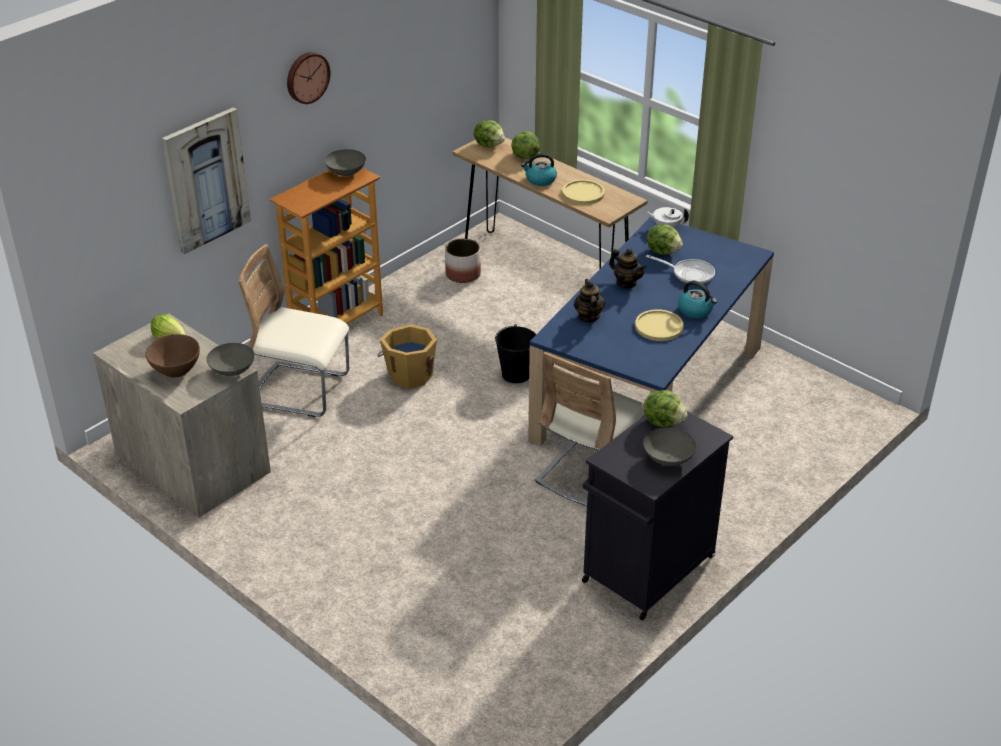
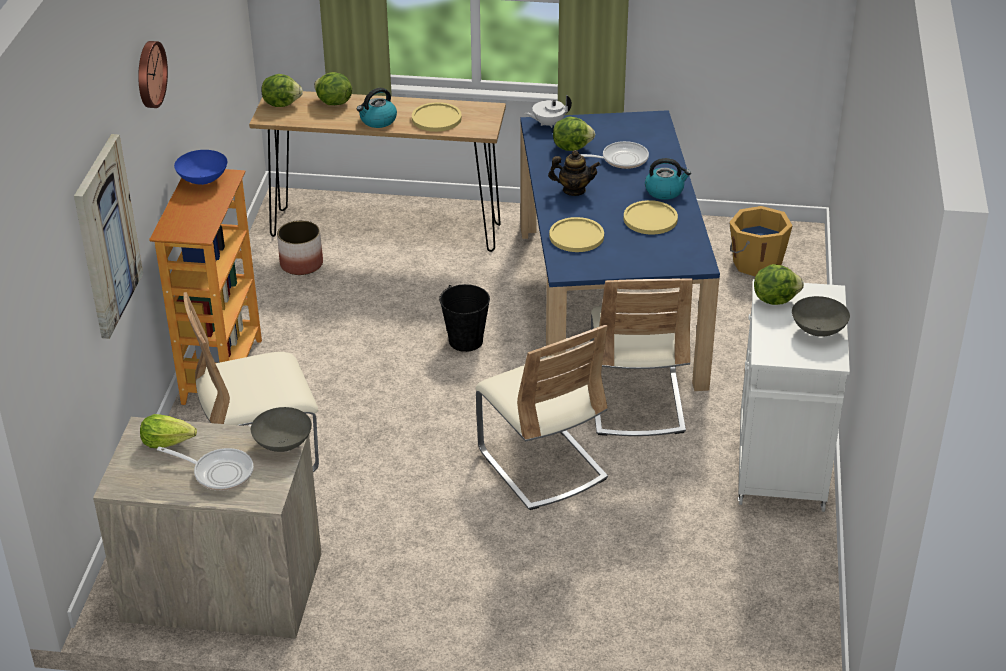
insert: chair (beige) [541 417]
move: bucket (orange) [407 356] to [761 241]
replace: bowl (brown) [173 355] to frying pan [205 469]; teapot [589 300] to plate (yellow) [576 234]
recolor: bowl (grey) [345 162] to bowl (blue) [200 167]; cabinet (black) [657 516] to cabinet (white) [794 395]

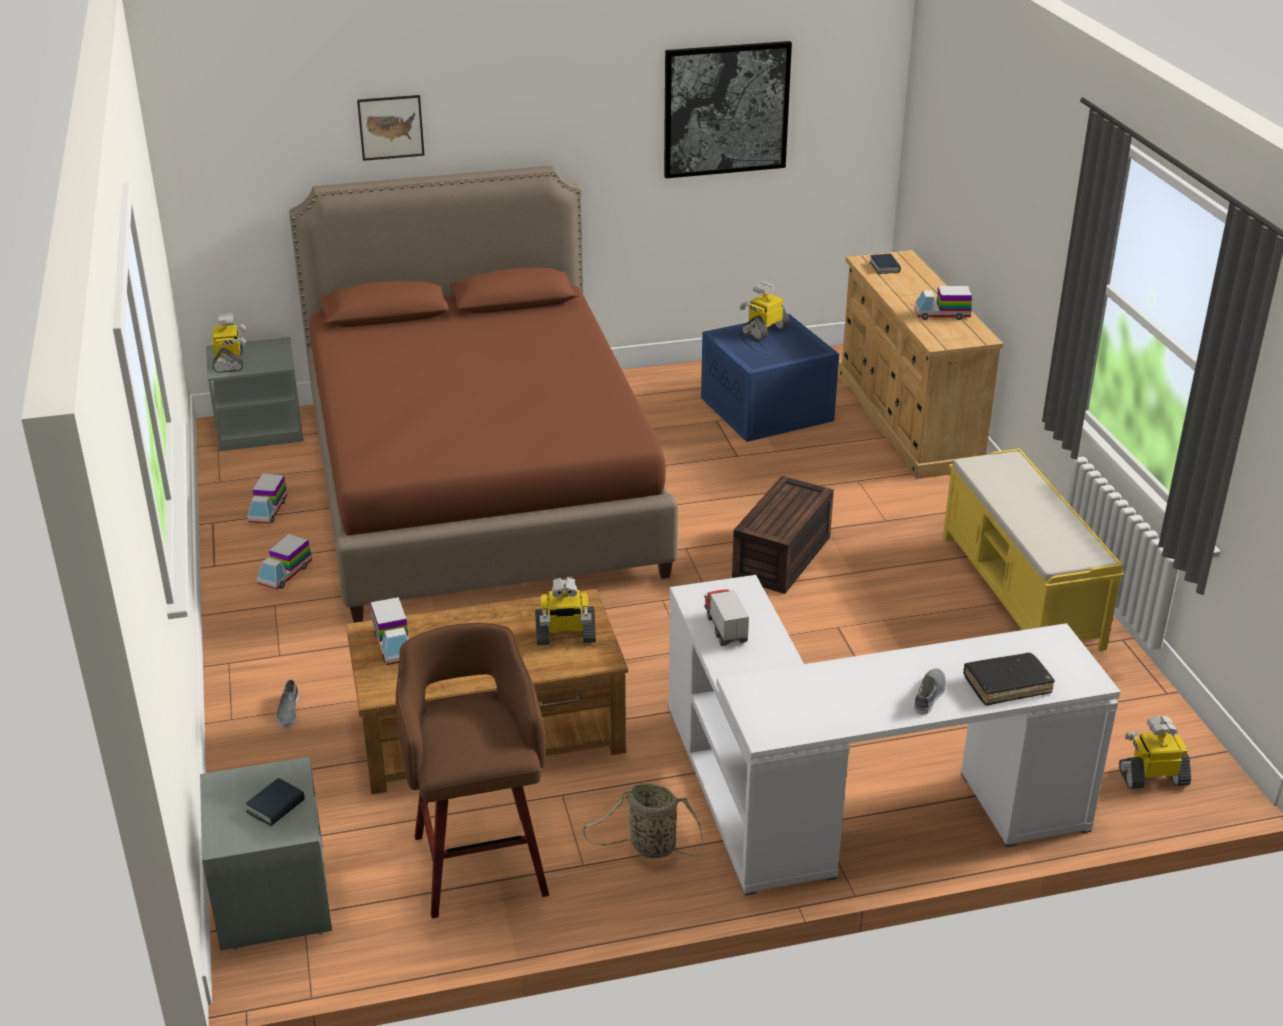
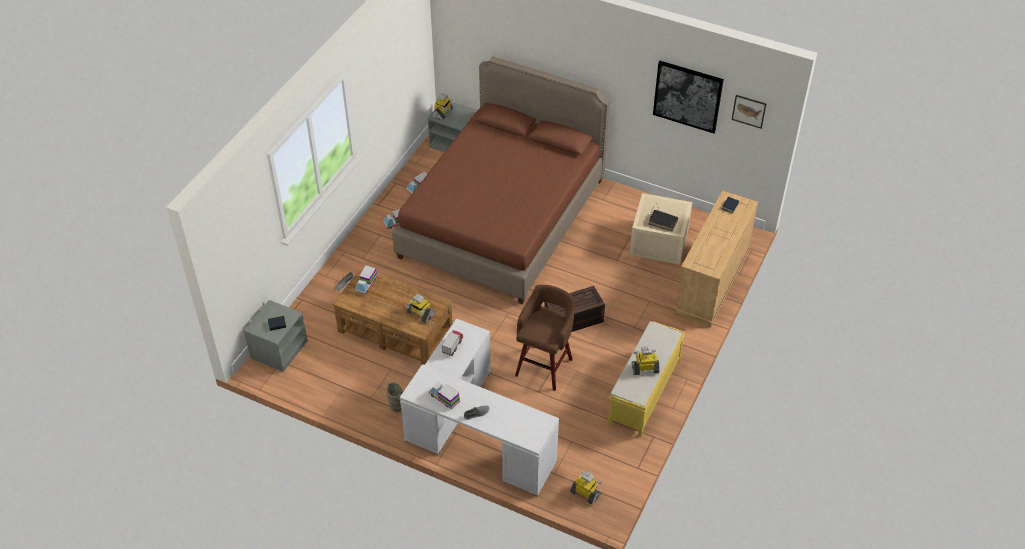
move: toy truck [943 303] to [444 395]; stool (brown) [472 770] to [544 338]; toy robot [765 311] to [645 360]; book (black) [1009 679] to [663 220]; picture [391 128] to [749 112]
recolor: storage box (blue) [770 378] to storage box (beige) [661 229]

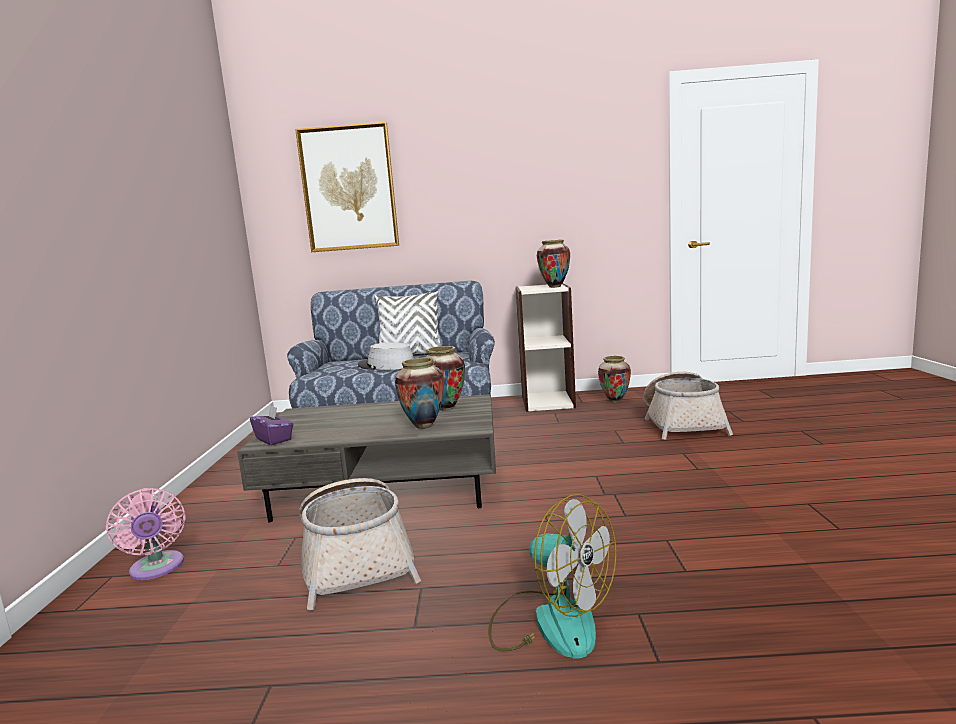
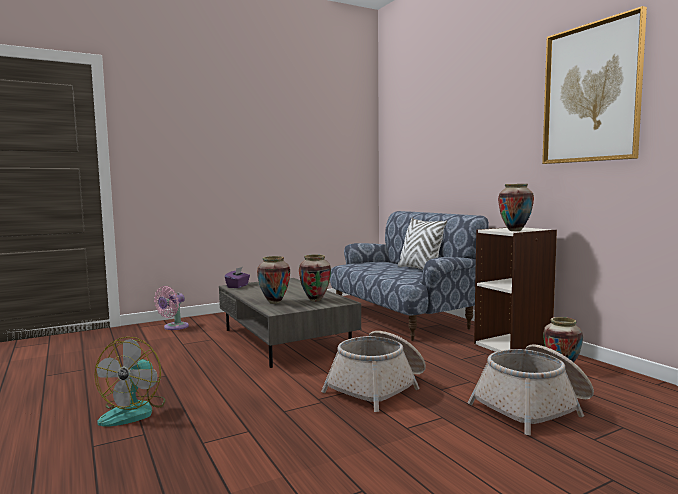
delete: hat (grey) [386 356]
move: basket [360 544] to [373 371]; picture [347 187] to [594 85]

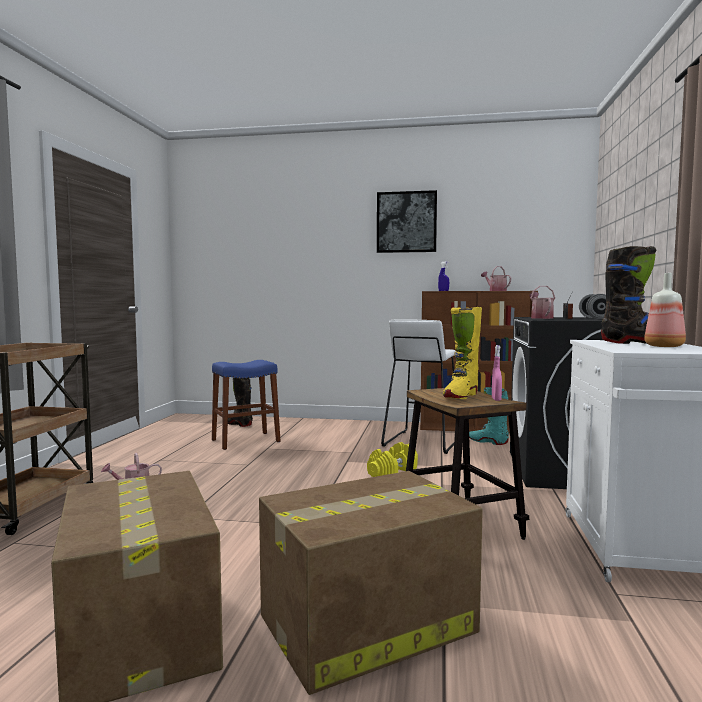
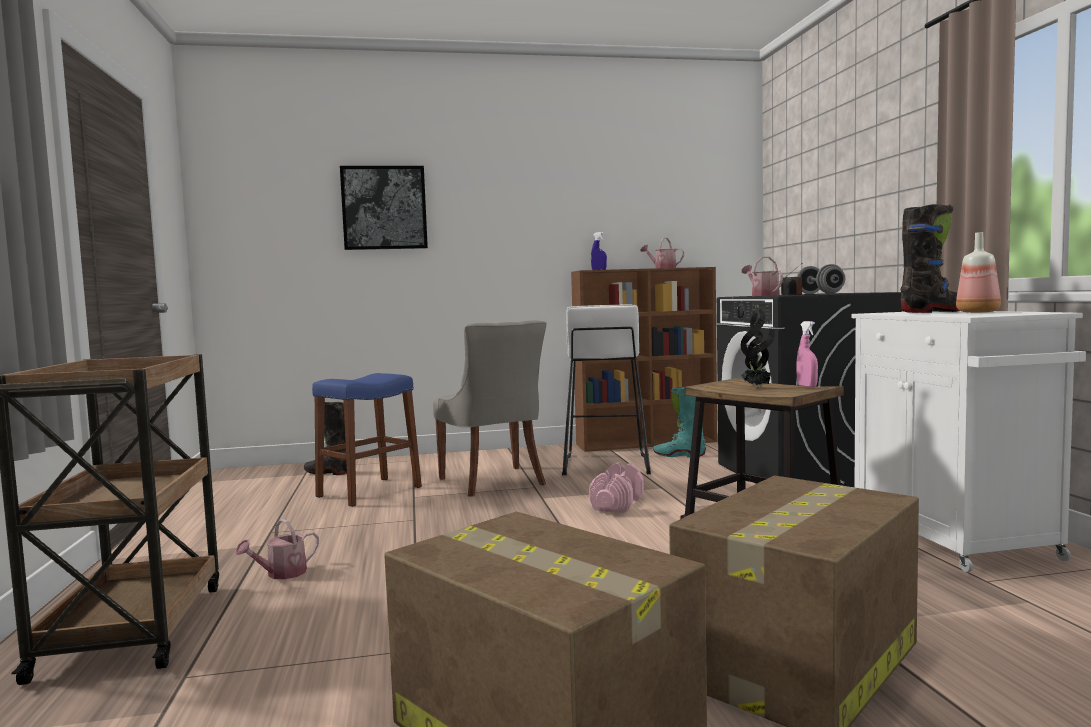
insert: chair (grey) [489 408]
move: picture [407 221] to [384 208]
replace: boot (yellow) [462 353] to potted plant [758 348]
recolor: dumbbell (yellow) [392 459] to dumbbell (pink) [616 487]

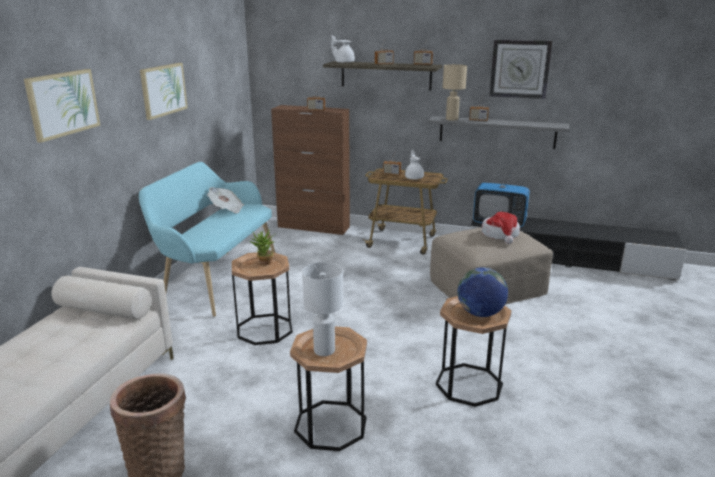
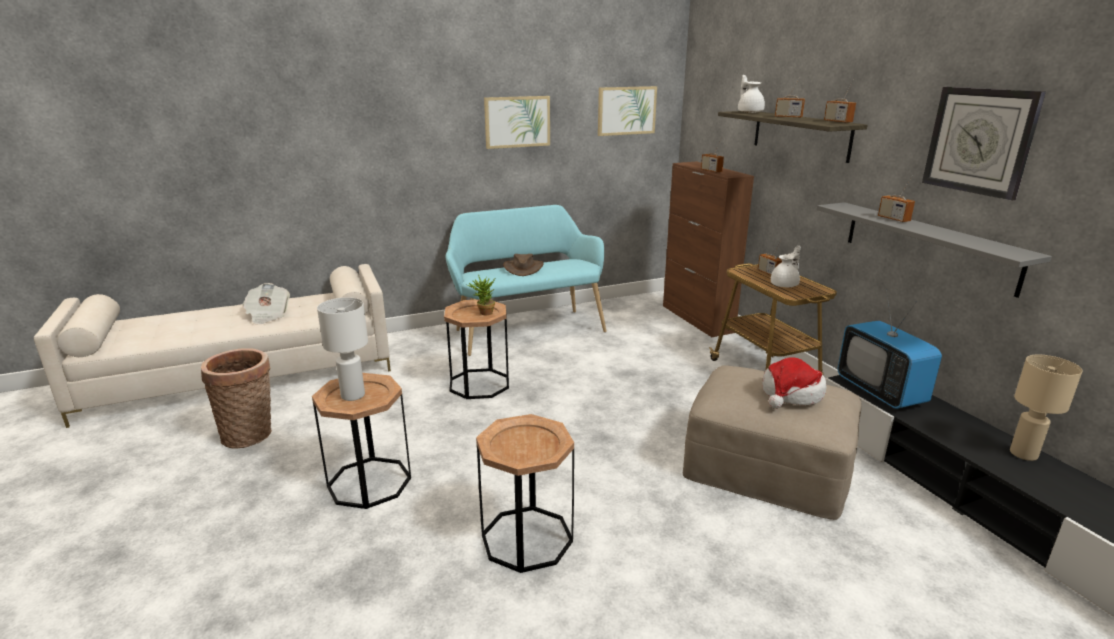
delete: globe [483 292]
insert: hat (brown) [523 265]
move: newspaper [225 200] to [266 304]; picture [62 106] to [627 111]; table lamp (beige) [455 92] to [1046 407]

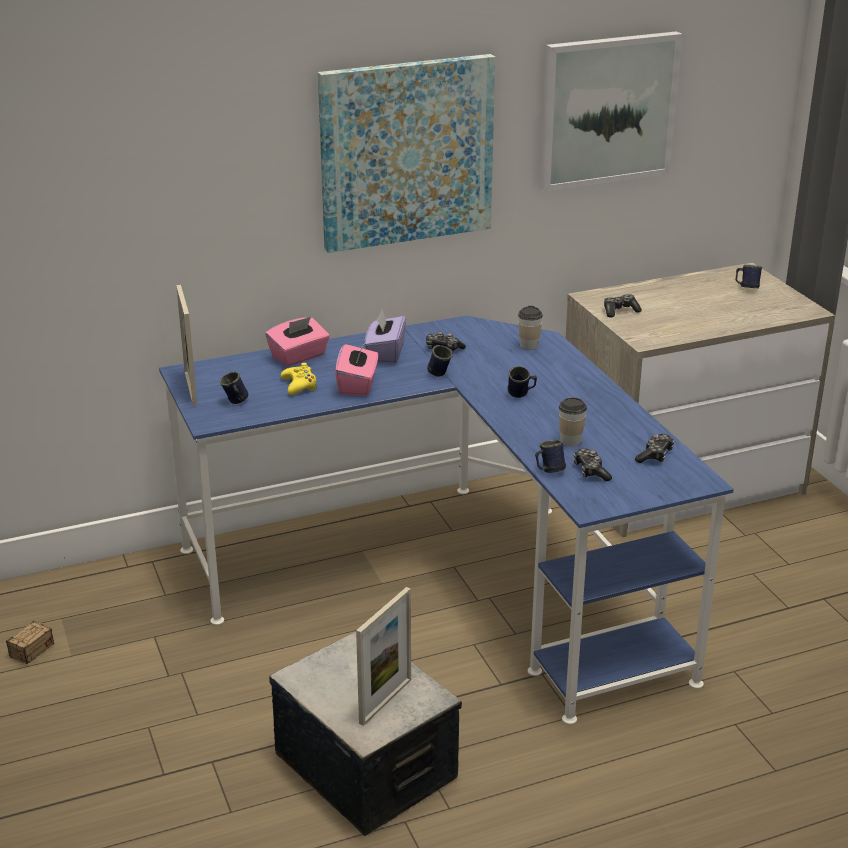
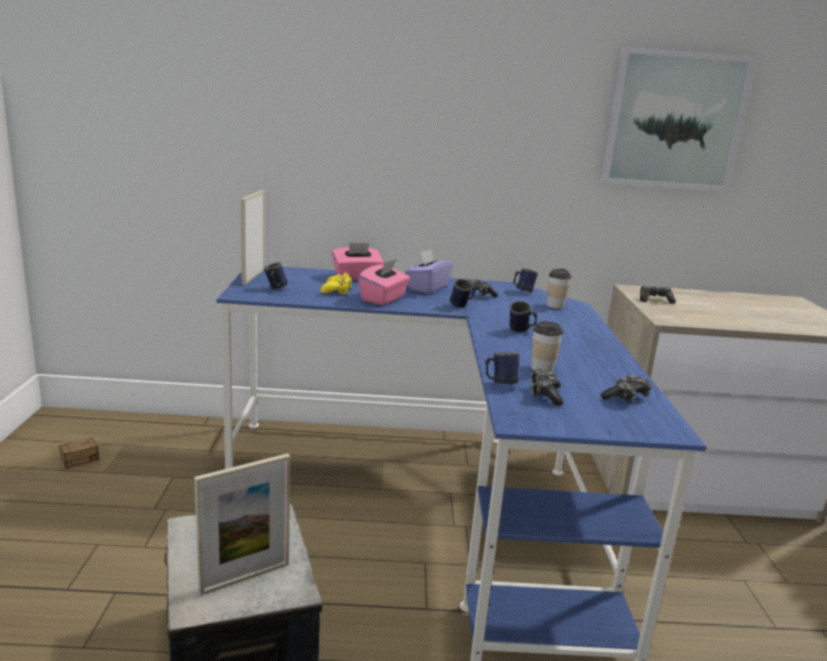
delete: picture [406 153]
move: mug (blue) [748 276] to [525 280]

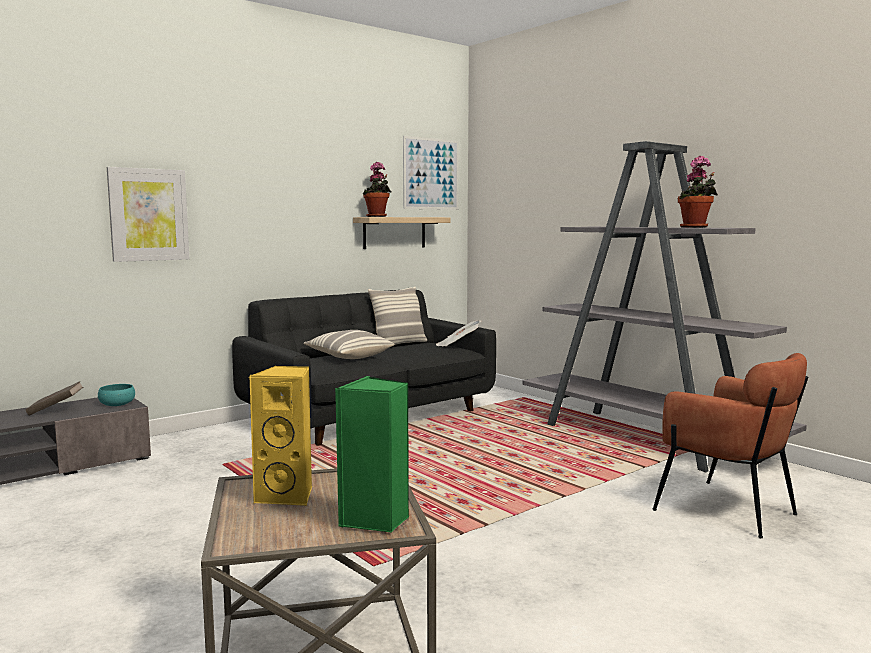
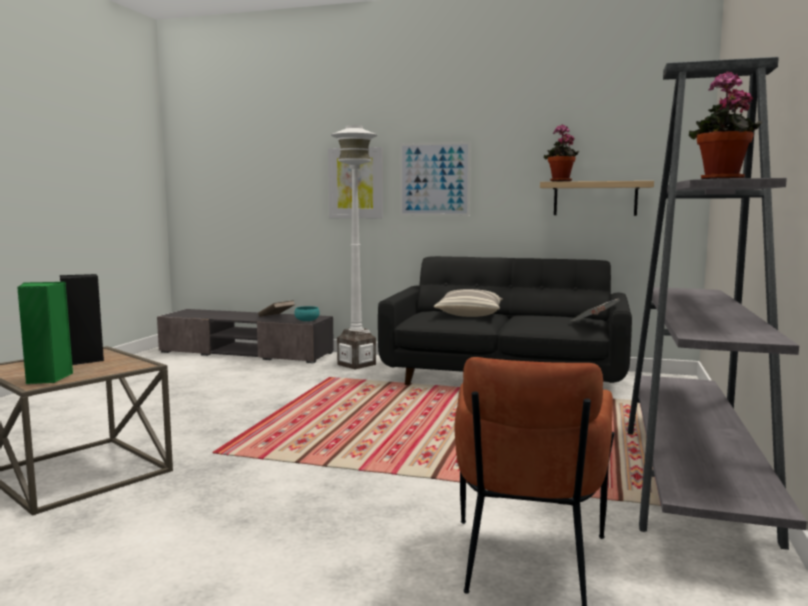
delete: pillow [397 316]
insert: floor lamp (white) [354 247]
move: picture [431 173] to [435 179]
recolor: speaker (yellow) [280 436] to speaker (black) [82 319]

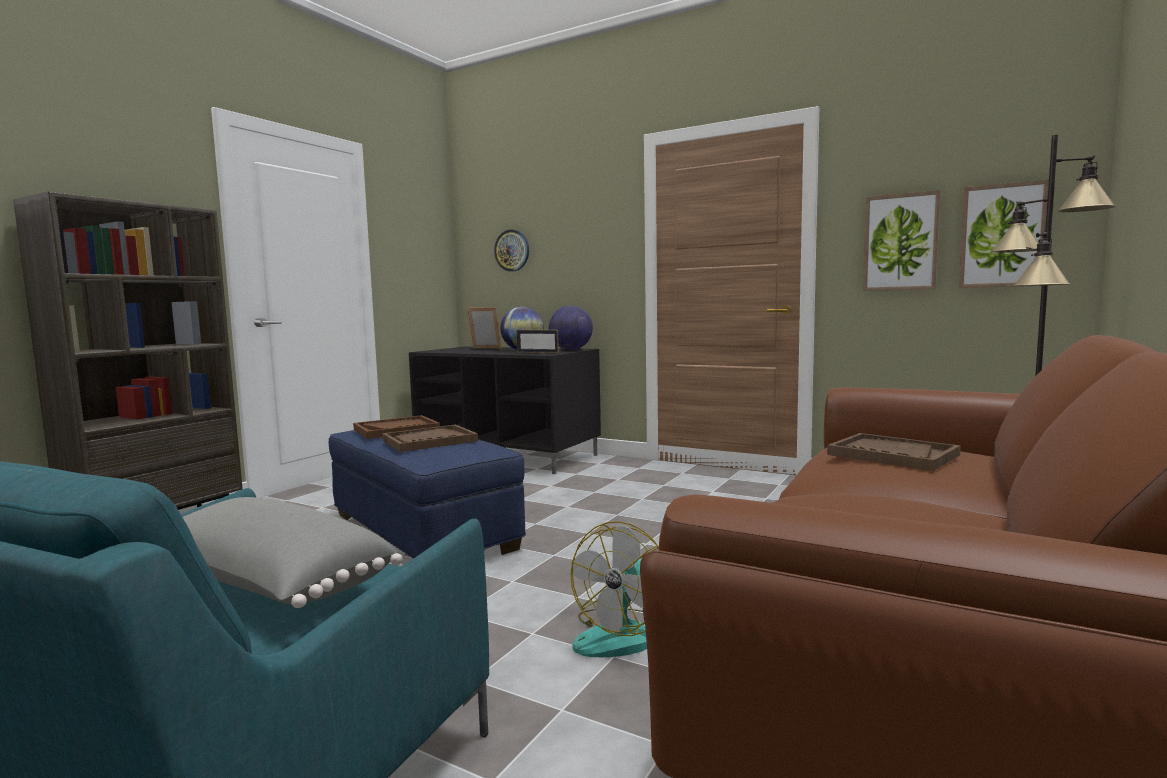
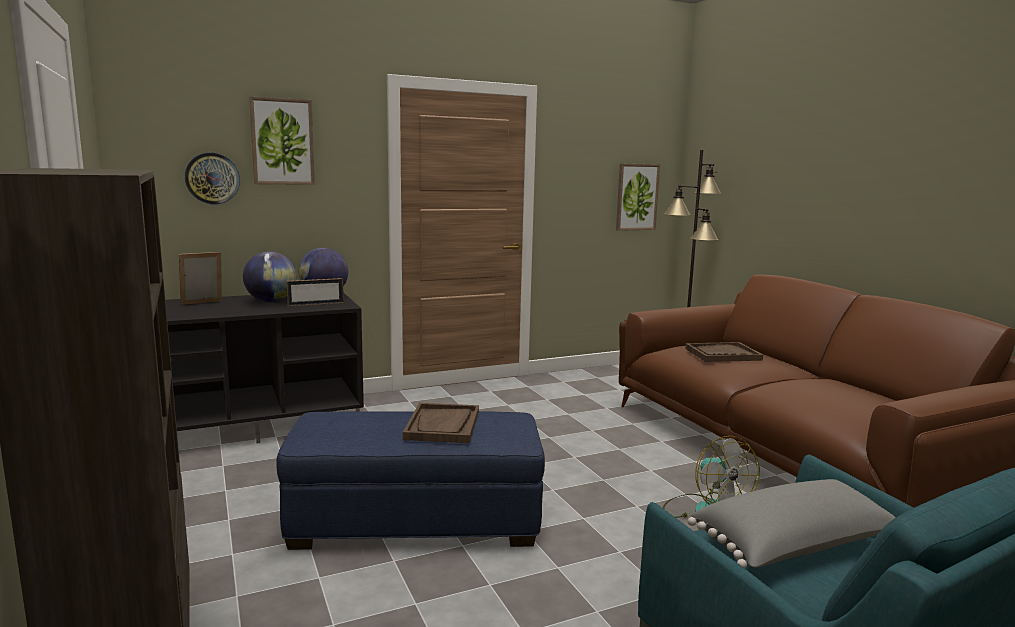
delete: tray (brown) [396 427]
move: picture [901 240] to [282 140]

